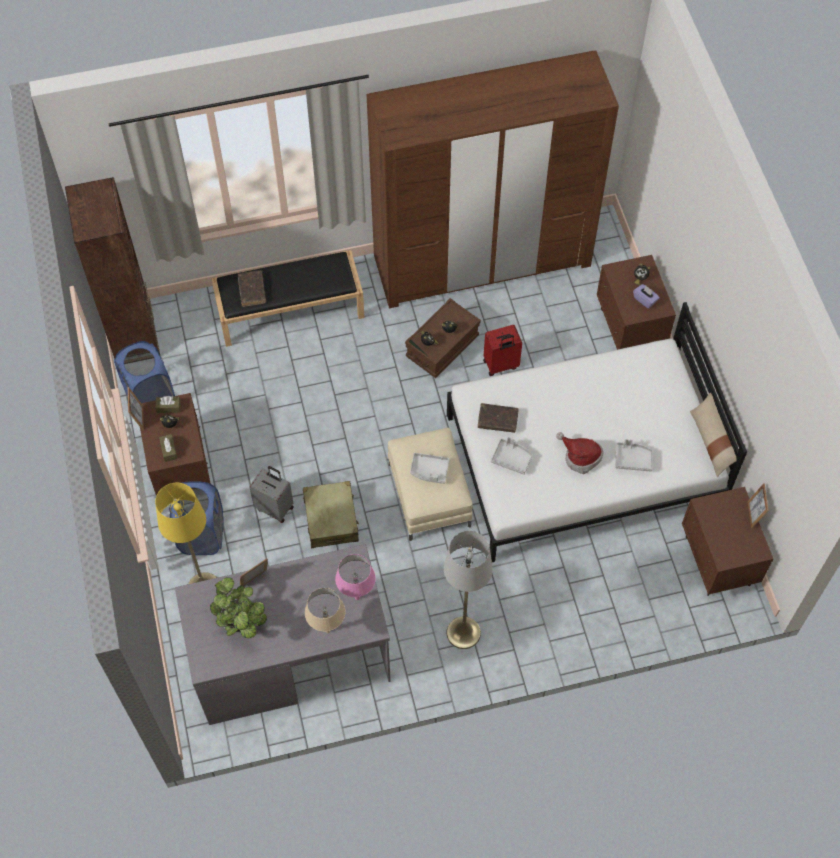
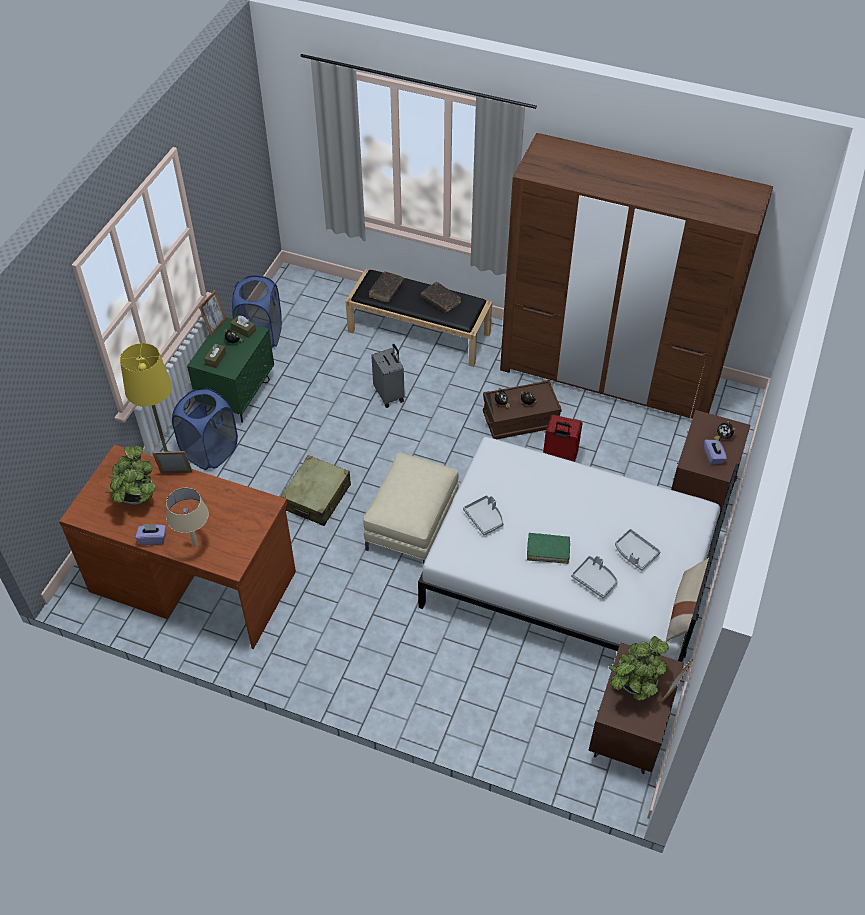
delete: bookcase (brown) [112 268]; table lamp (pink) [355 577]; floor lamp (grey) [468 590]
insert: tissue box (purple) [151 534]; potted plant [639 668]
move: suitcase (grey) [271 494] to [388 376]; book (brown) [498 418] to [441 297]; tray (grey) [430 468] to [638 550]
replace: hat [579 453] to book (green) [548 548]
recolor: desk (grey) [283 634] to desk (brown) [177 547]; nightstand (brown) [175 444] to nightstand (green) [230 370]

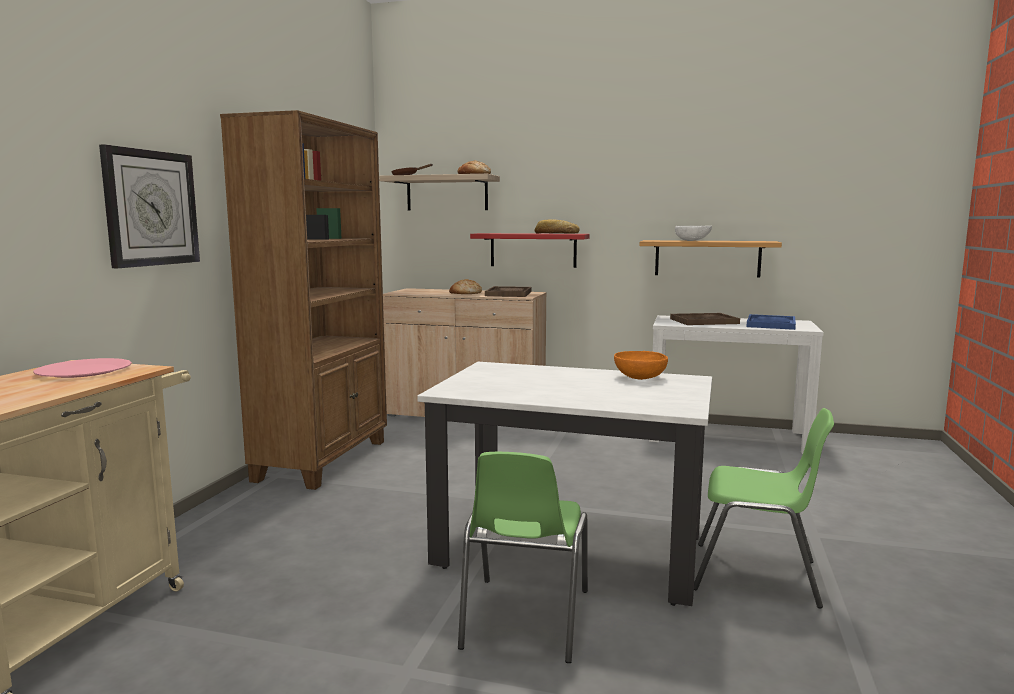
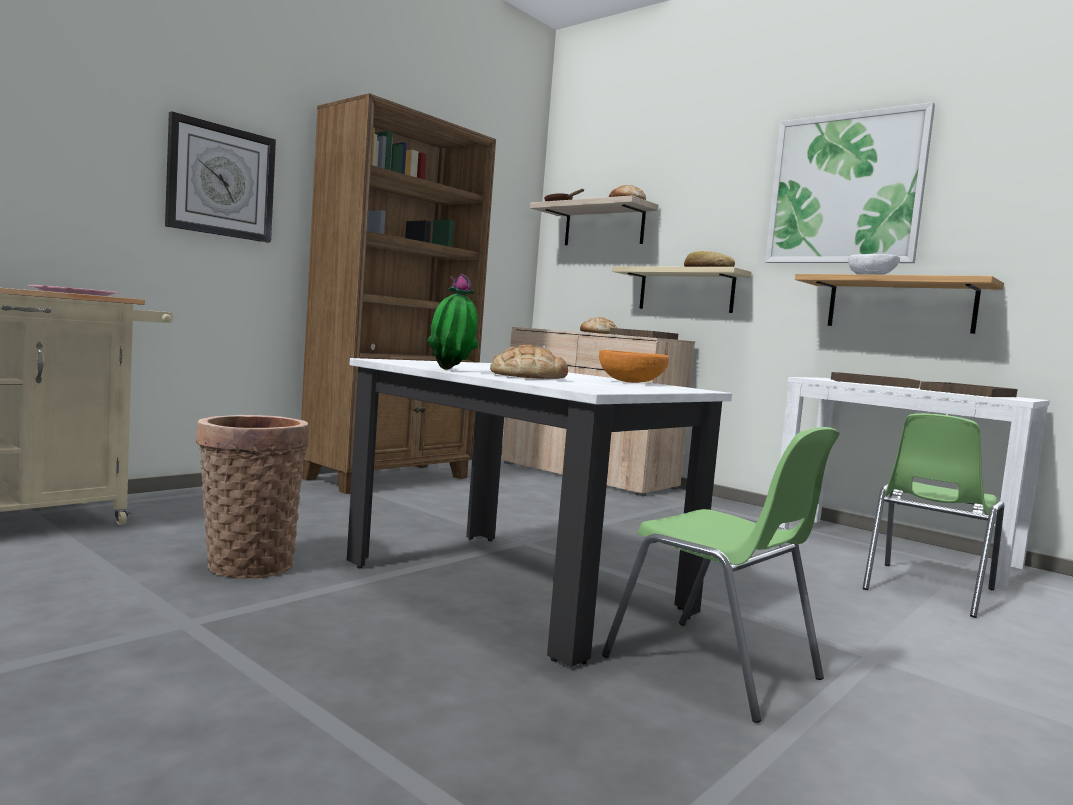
insert: basket [252 497]; potted plant [453 322]; bread [529 362]; picture [850 182]
move: chair (green) [523 557] to [933 515]
recolor: shelf (red) [530 250] to shelf (beige) [681 289]; tray (blue) [771 322] to tray (brown) [968 389]

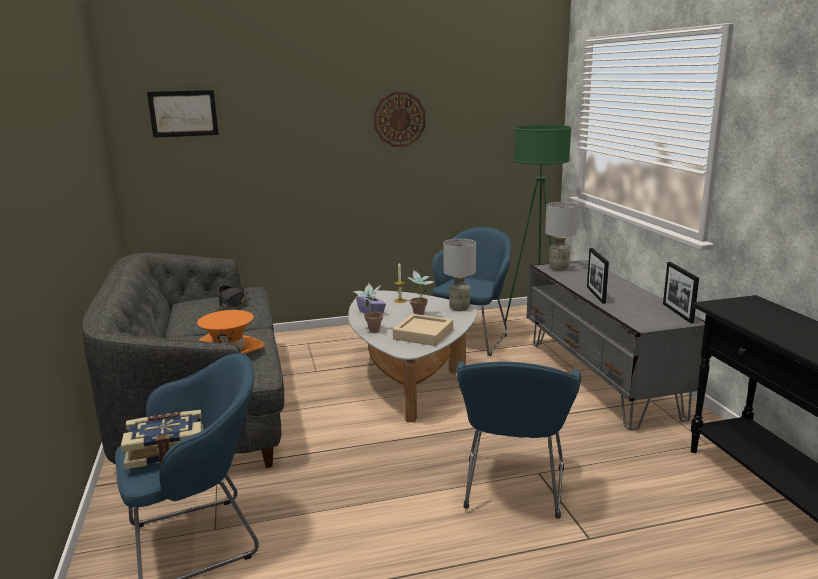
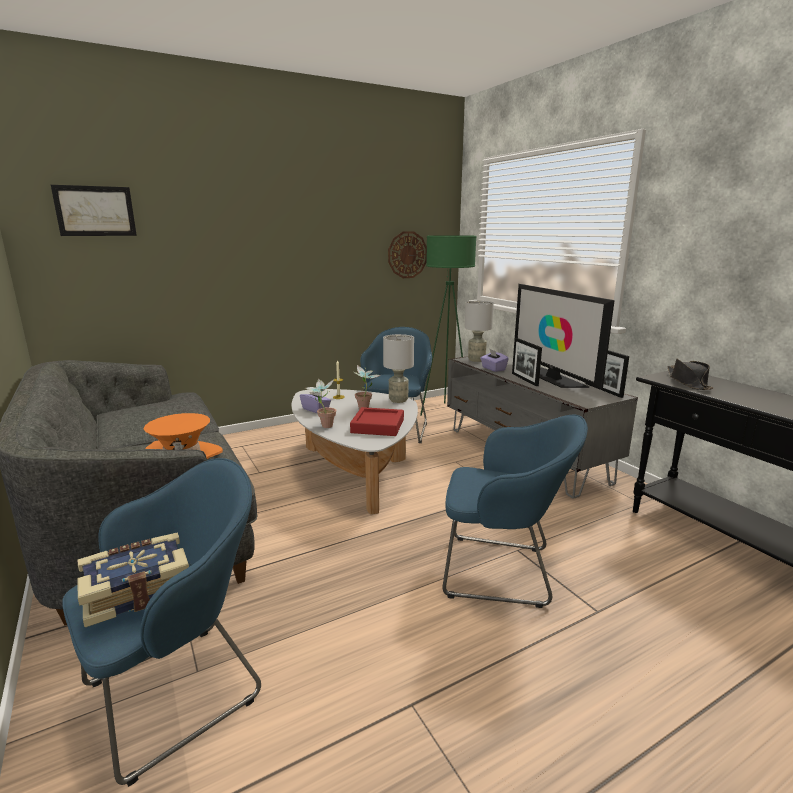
insert: tissue box (purple) [494 360]; television [565 336]
move: wall clock [400 119] to [407 254]; hat (black) [231 298] to [690 374]
recolor: tray (beige) [423 330] to tray (red) [377 421]
rotate: armchair (blue) [519 440] = [515 511] 75 degrees counterclockwise

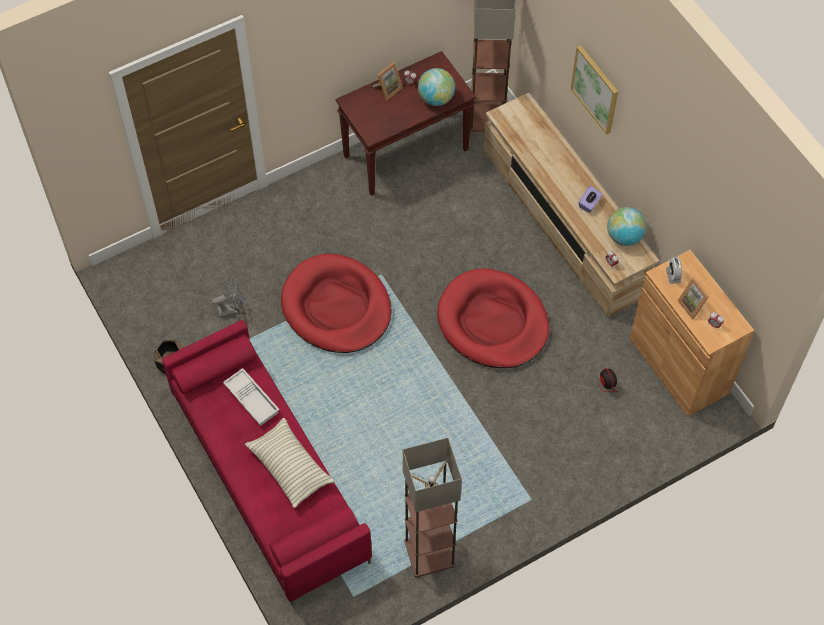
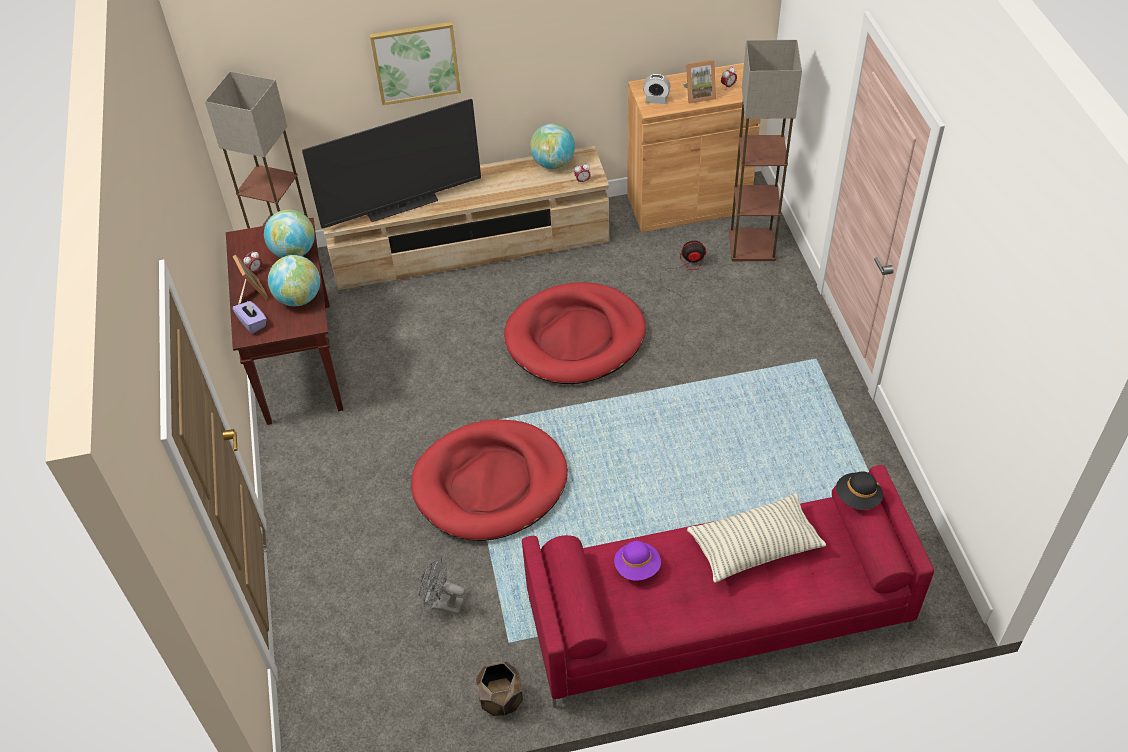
insert: globe [294 280]; television [391 164]; hat (black) [859 490]
move: tissue box (purple) [590 199] to [249 317]; floor lamp [432 507] to [765 150]
replace: tray (white) [251 397] to hat (purple) [637 560]
rotate: fan (grey) [227 298] = [442 586] 75 degrees counterclockwise

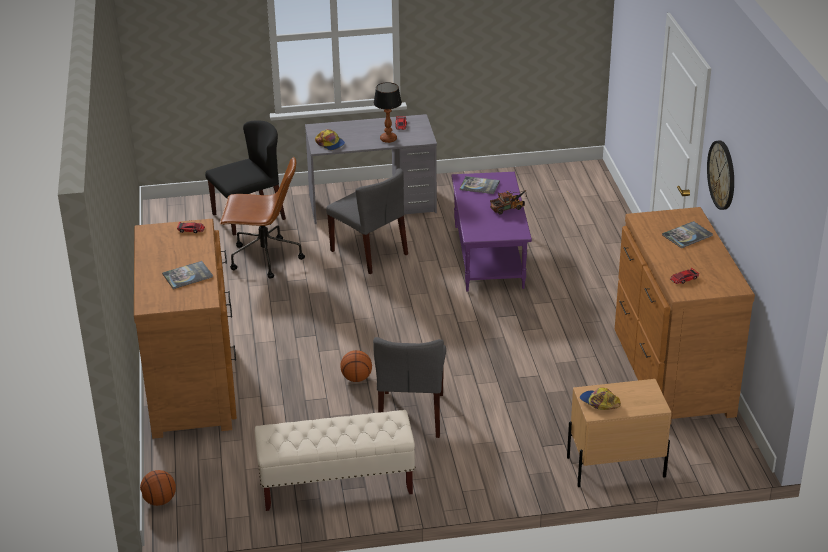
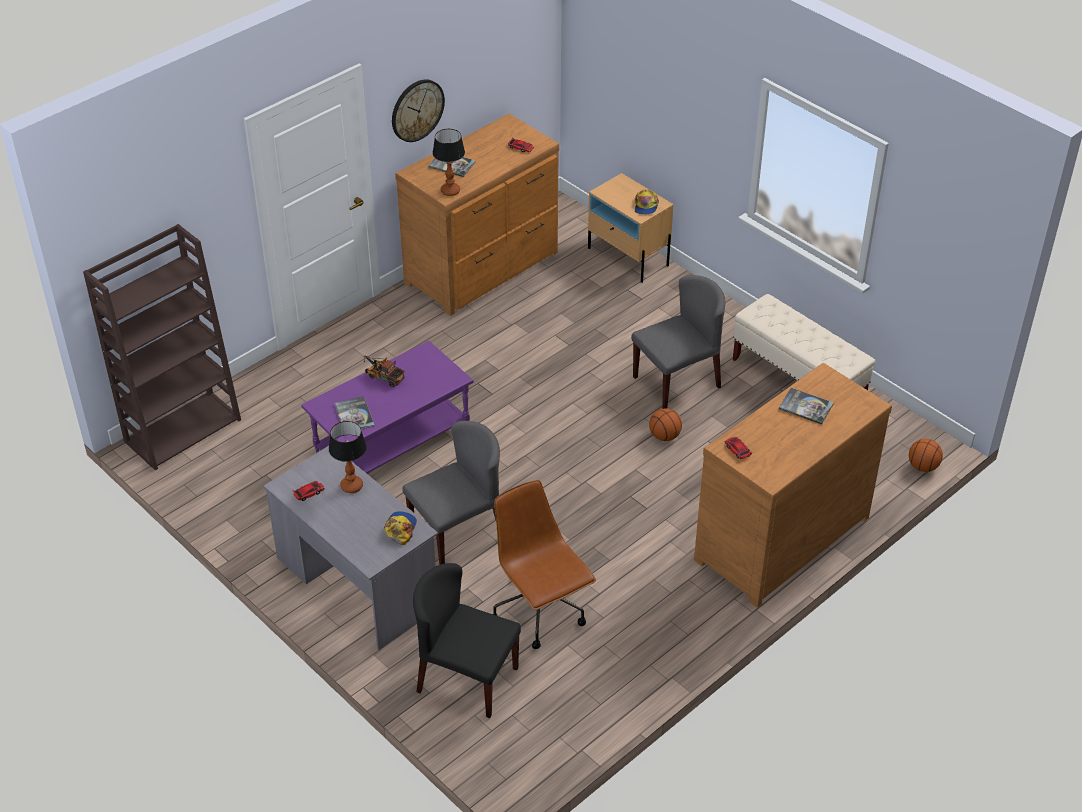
insert: bookcase (brown) [162 347]; table lamp [448 162]
rotate: chair (grey) [367 221] = [451 493] 45 degrees clockwise

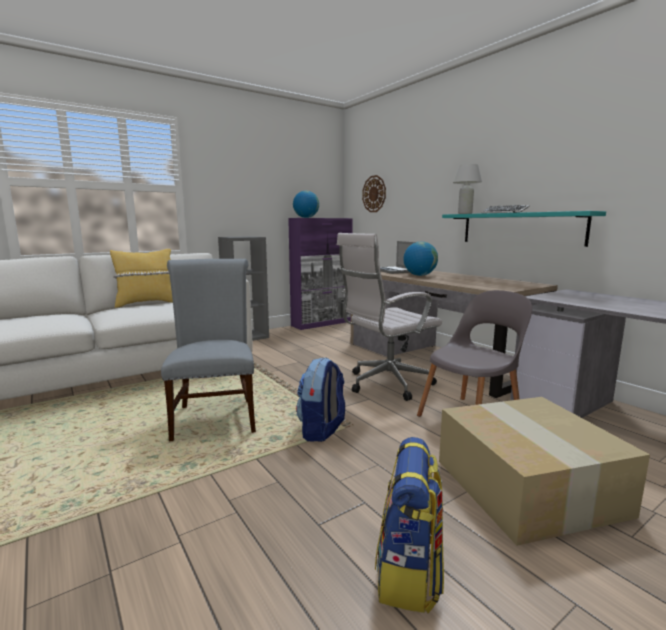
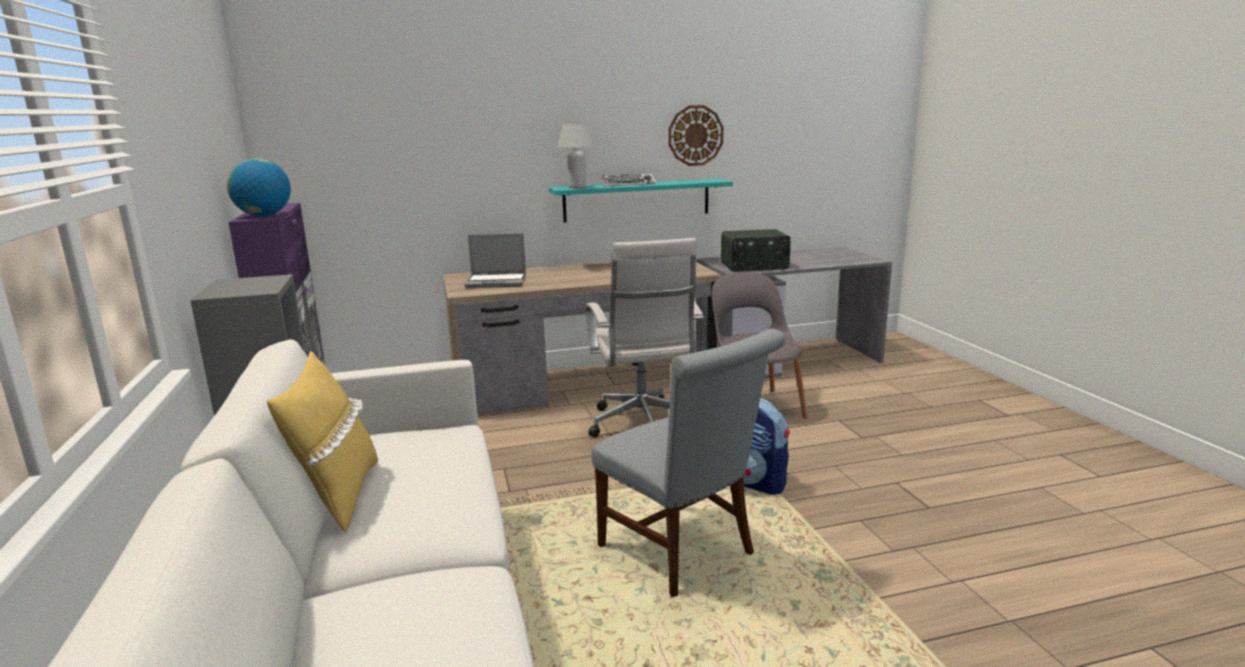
delete: backpack [409 525]; globe [420 259]; cardboard box [544 471]
insert: radio [756 250]
move: wall clock [374 193] to [696 135]
rotate: chair (grey) [208 350] = [688 463] 135 degrees counterclockwise

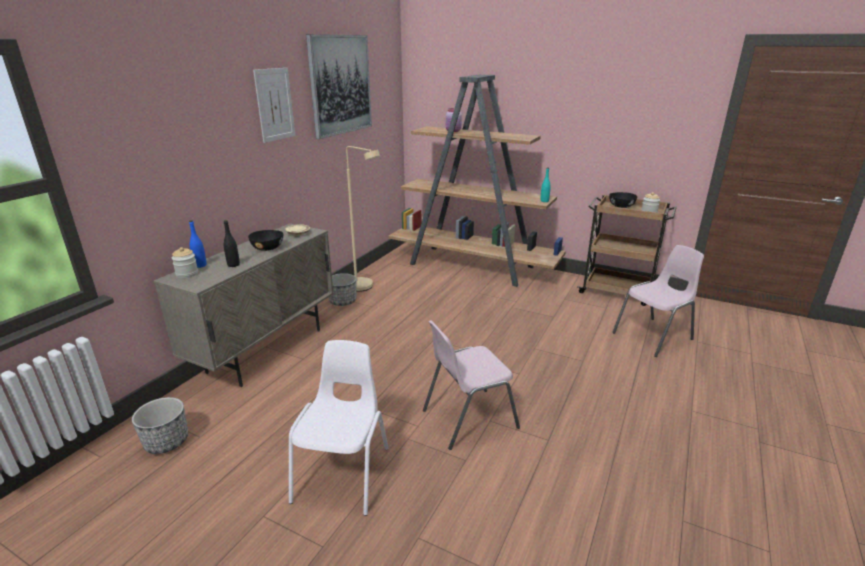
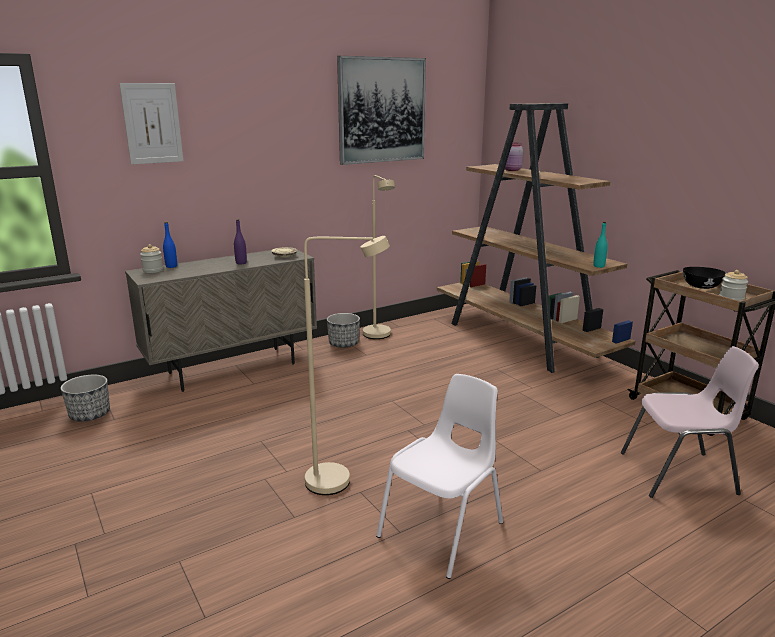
delete: bottle (black) [232 243]
move: picture [274 105] to [151 124]; chair (white) [339 428] to [439 476]
replace: bowl (black) [265 240] to bottle (purple) [240 241]; chair (pink) [471 385] to floor lamp (beige) [347 365]

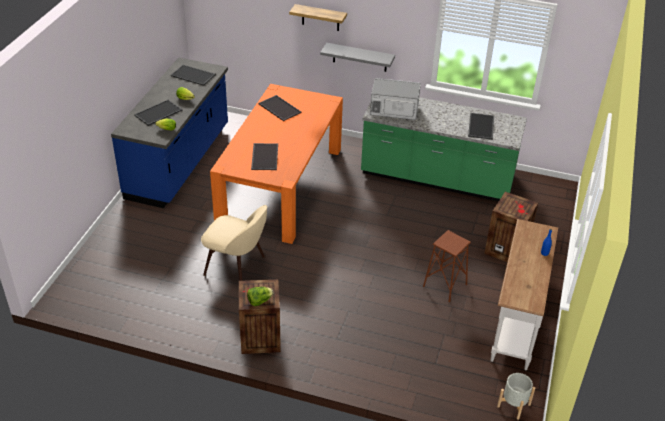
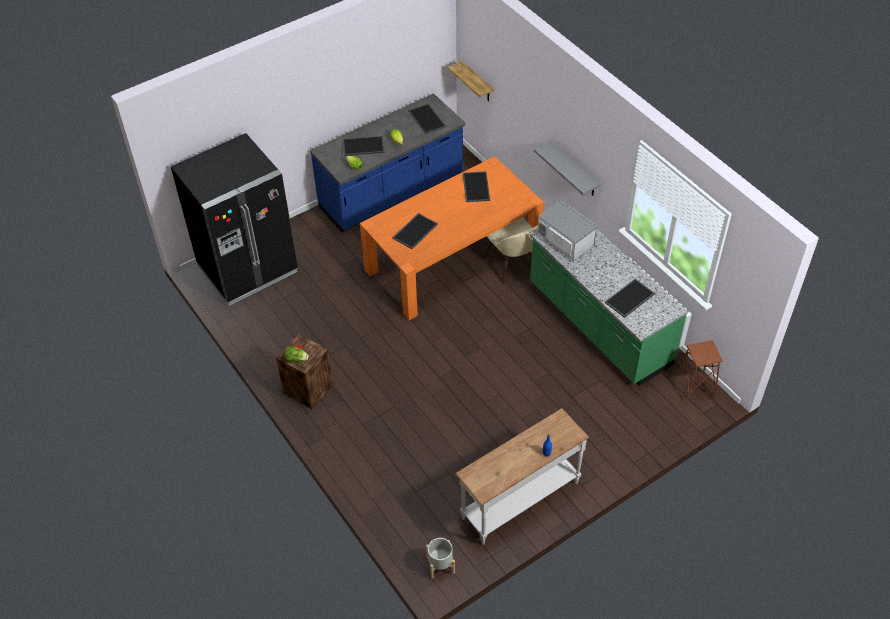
delete: crate [511 227]
insert: fridge (black) [234 219]
move: shelf [318 17] to [471 81]; chair (beige) [234 243] to [510 250]; stool (brown) [447 266] to [698 372]

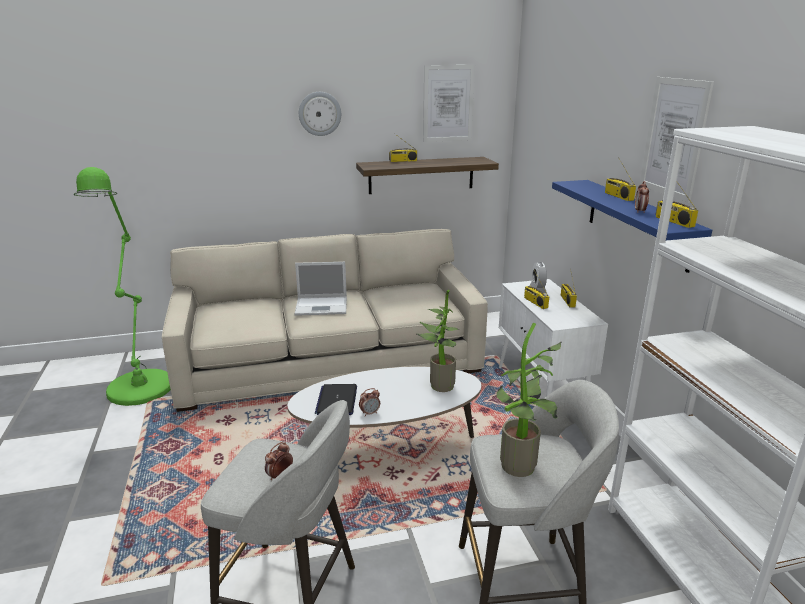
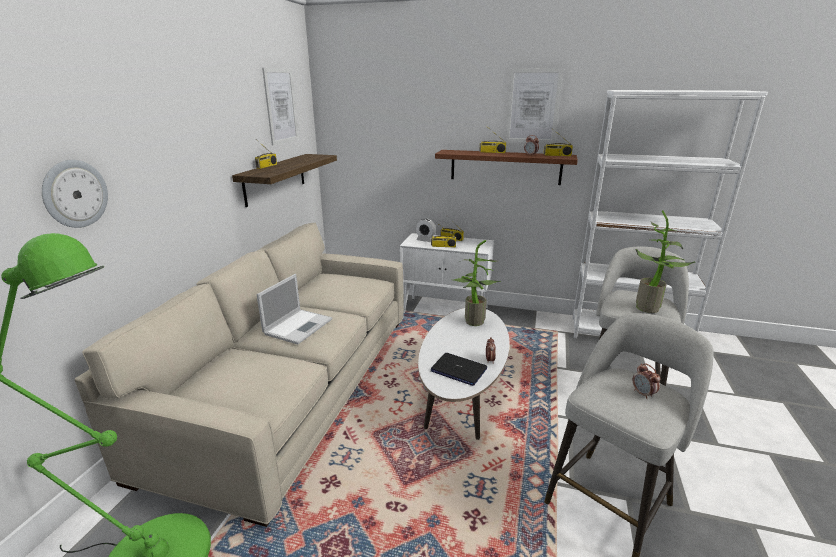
move: wall clock [320 114] to [75 194]
recolor: shelf (blue) [632 226] to shelf (brown) [506 167]

